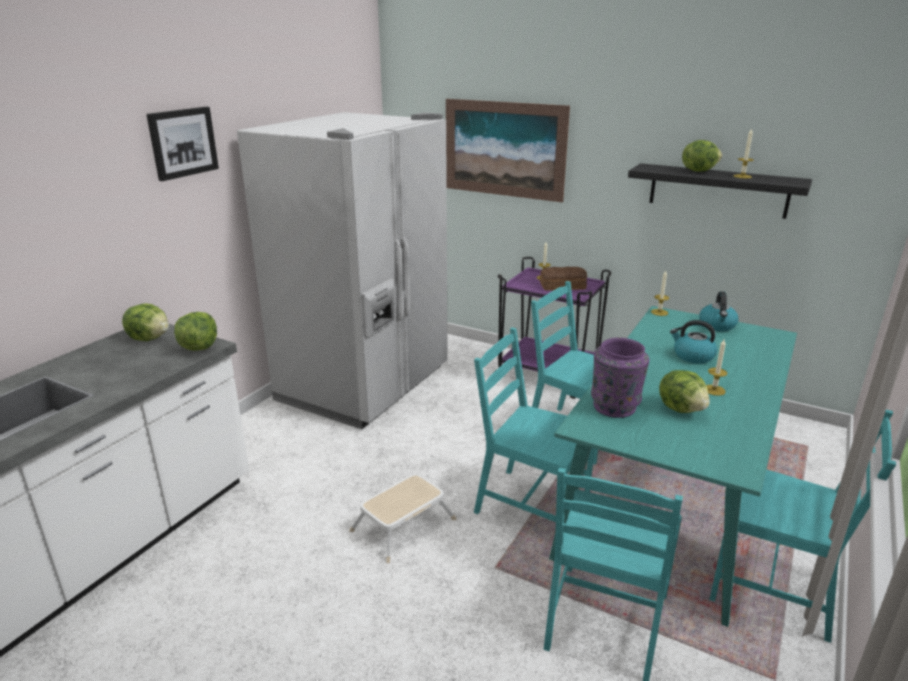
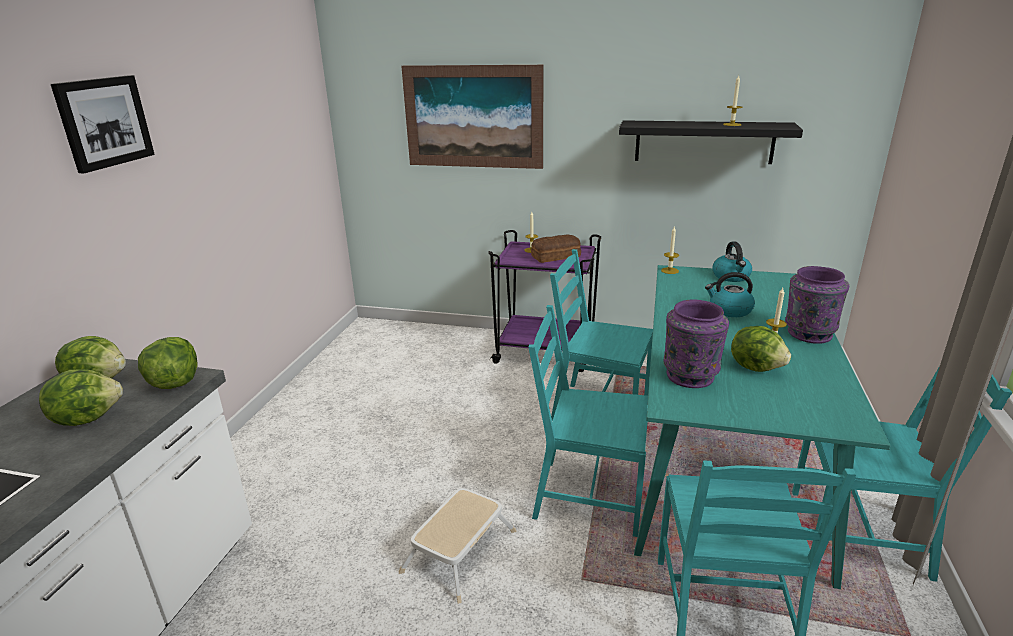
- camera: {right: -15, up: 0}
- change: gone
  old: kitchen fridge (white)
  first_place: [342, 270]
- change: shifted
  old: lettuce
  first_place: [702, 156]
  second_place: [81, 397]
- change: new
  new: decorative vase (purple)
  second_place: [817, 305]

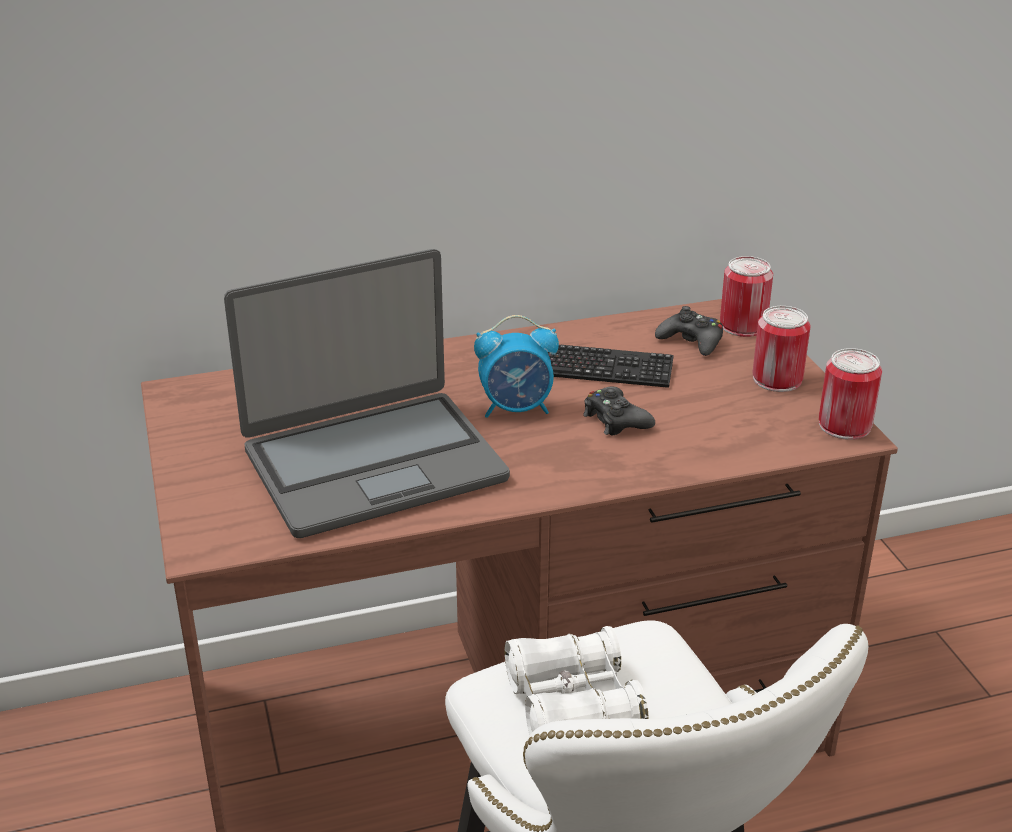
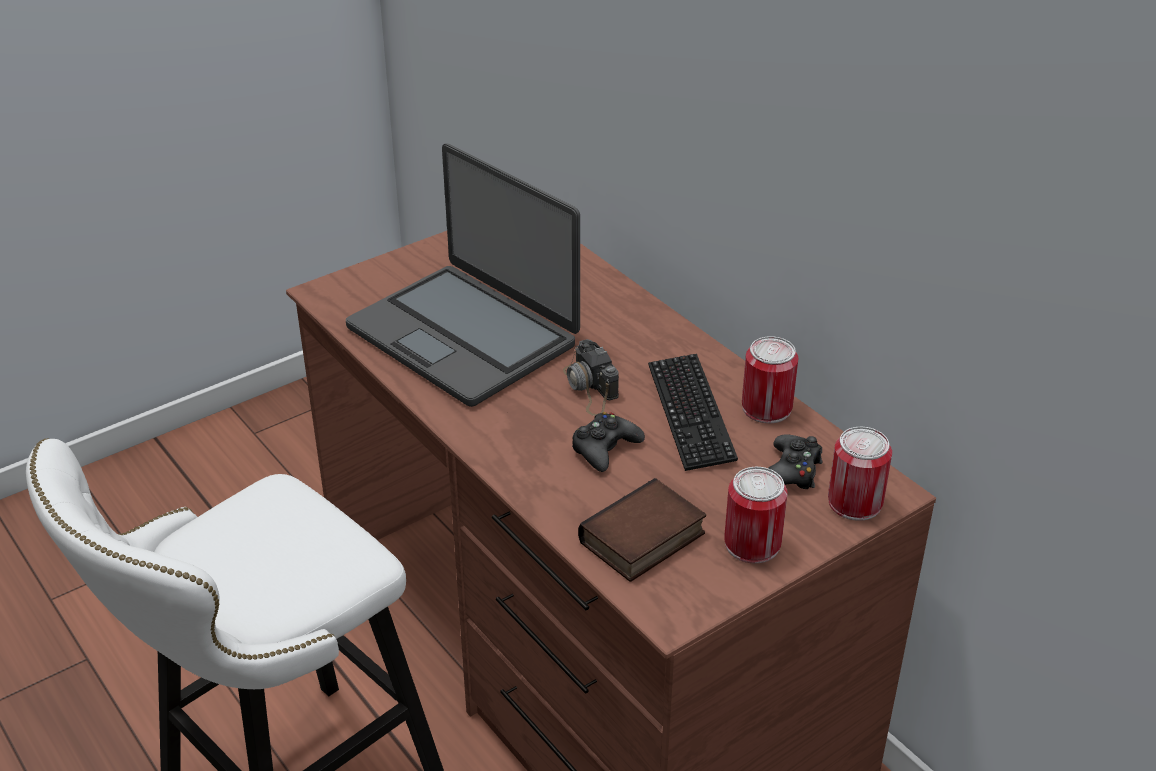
- camera: {right: 70, up: 5}
- change: swapped
  old: bedside clock
  new: still camera
  first_place: [516, 366]
  second_place: [591, 377]
- change: shifted
  old: metal can
  first_place: [850, 394]
  second_place: [770, 379]
- change: gone
  old: binoculars (white)
  first_place: [576, 680]
- change: new
  new: bound book
  second_place: [642, 530]

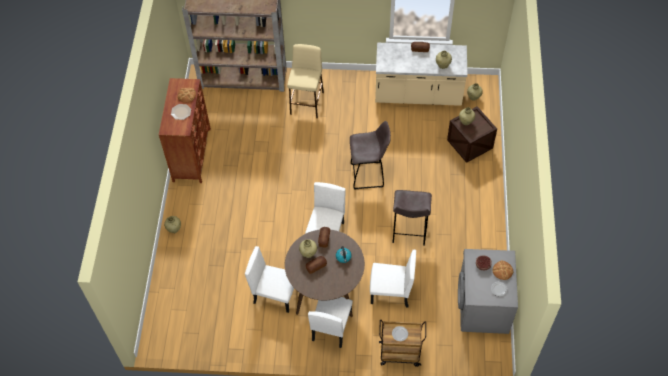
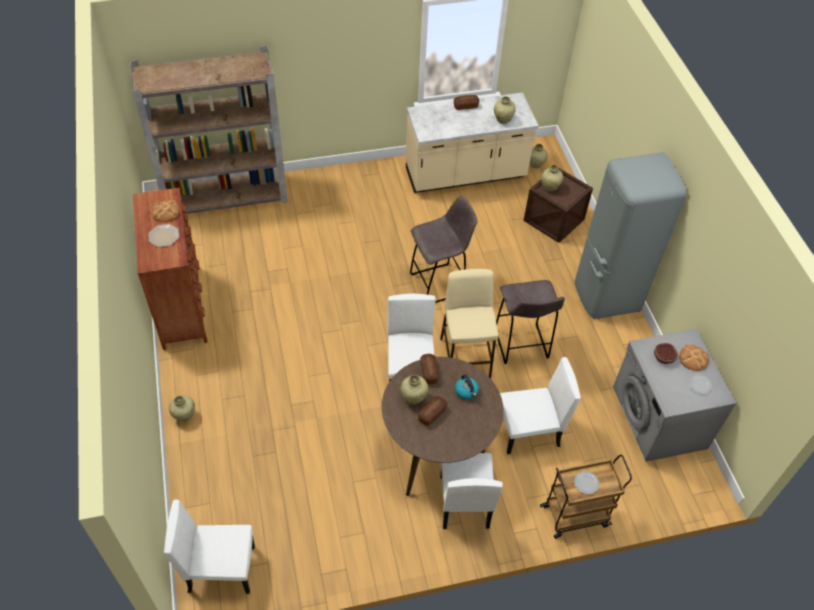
- camera: {right: -20, up: -5}
- change: shifted
  old: sitting stool (beige)
  first_place: [305, 81]
  second_place: [469, 324]
- change: shifted
  old: chair (white)
  first_place: [269, 279]
  second_place: [209, 546]
- change: new
  new: kitchen fridge (gray)
  second_place: [631, 235]

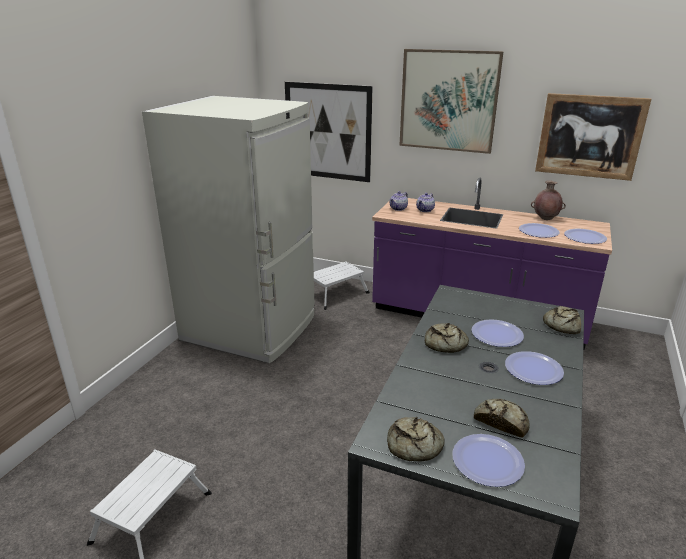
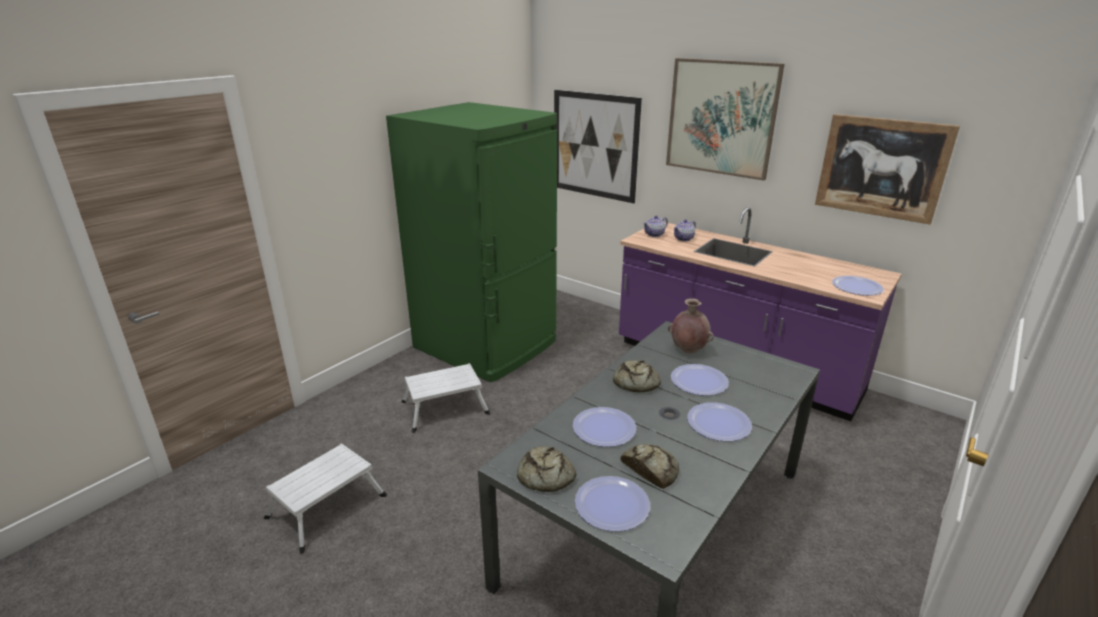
- camera: {right: 15, up: 0}
- change: repainted
  old: kitchen fridge (white)
  new: kitchen fridge (greenish)
  first_place: [228, 229]
  second_place: [471, 242]
- change: shifted
  old: decorative vase (brown)
  first_place: [548, 200]
  second_place: [691, 325]
- change: shifted
  old: dinner plate
  first_place: [539, 230]
  second_place: [604, 427]
- change: shifted
  old: stepladder (white)
  first_place: [342, 285]
  second_place: [446, 398]
- change: gone
  old: bakery bread
  first_place: [562, 320]

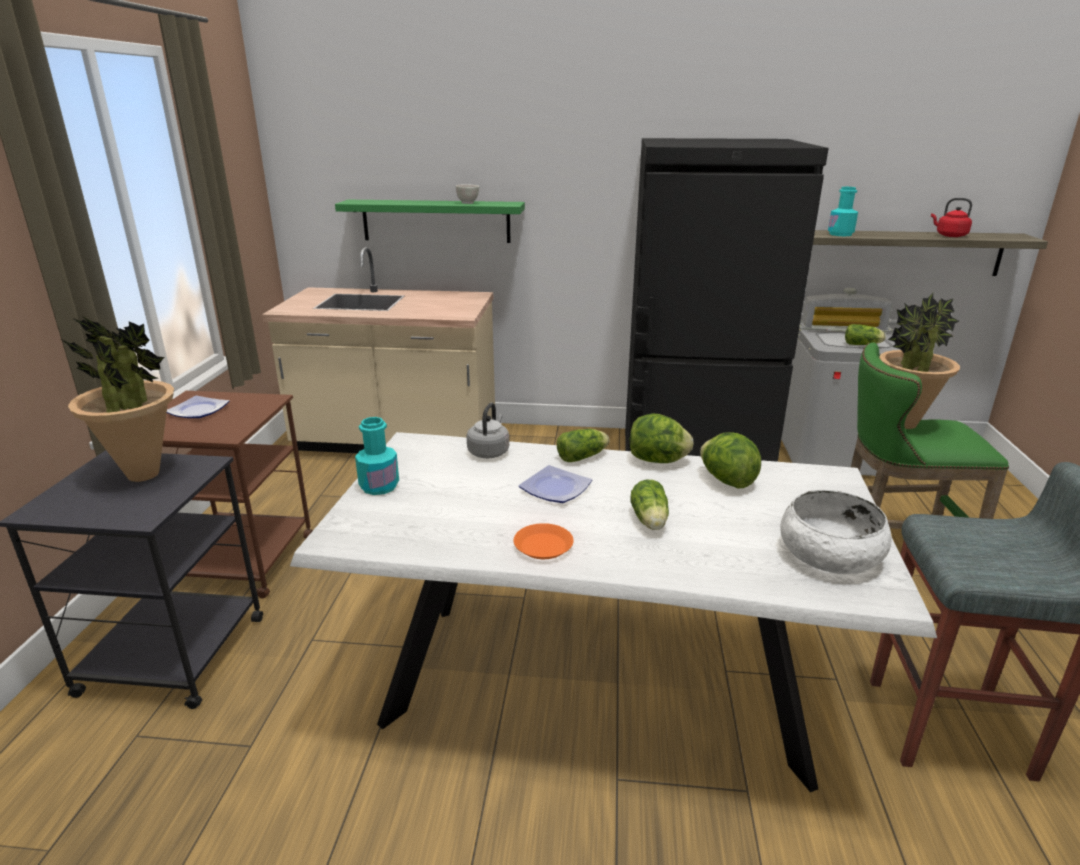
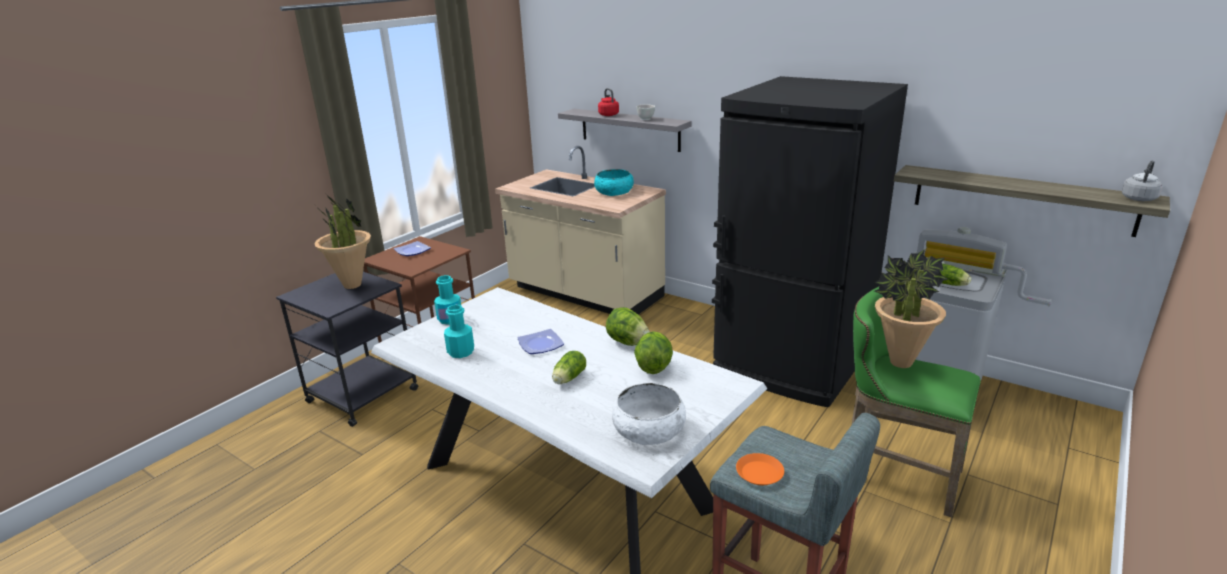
- camera: {right: 30, up: 0}
- change: shifted
  old: drink bottle (turquoise-coloured)
  first_place: [843, 211]
  second_place: [459, 331]
- change: shifted
  old: water kettle (red-coloured)
  first_place: [951, 217]
  second_place: [608, 102]
- change: repainted
  old: bracket shelf (greenish)
  new: bracket shelf (gray)
  first_place: [430, 221]
  second_place: [625, 130]
- change: shifted
  old: water kettle (gray)
  first_place: [488, 430]
  second_place: [1142, 180]
- change: gone
  old: lettuce
  first_place: [583, 445]
- change: shifted
  old: dinner plate (orangey)
  first_place: [544, 541]
  second_place: [760, 469]
- change: new
  new: serving bowl (turquoise-coloured)
  second_place: [614, 182]

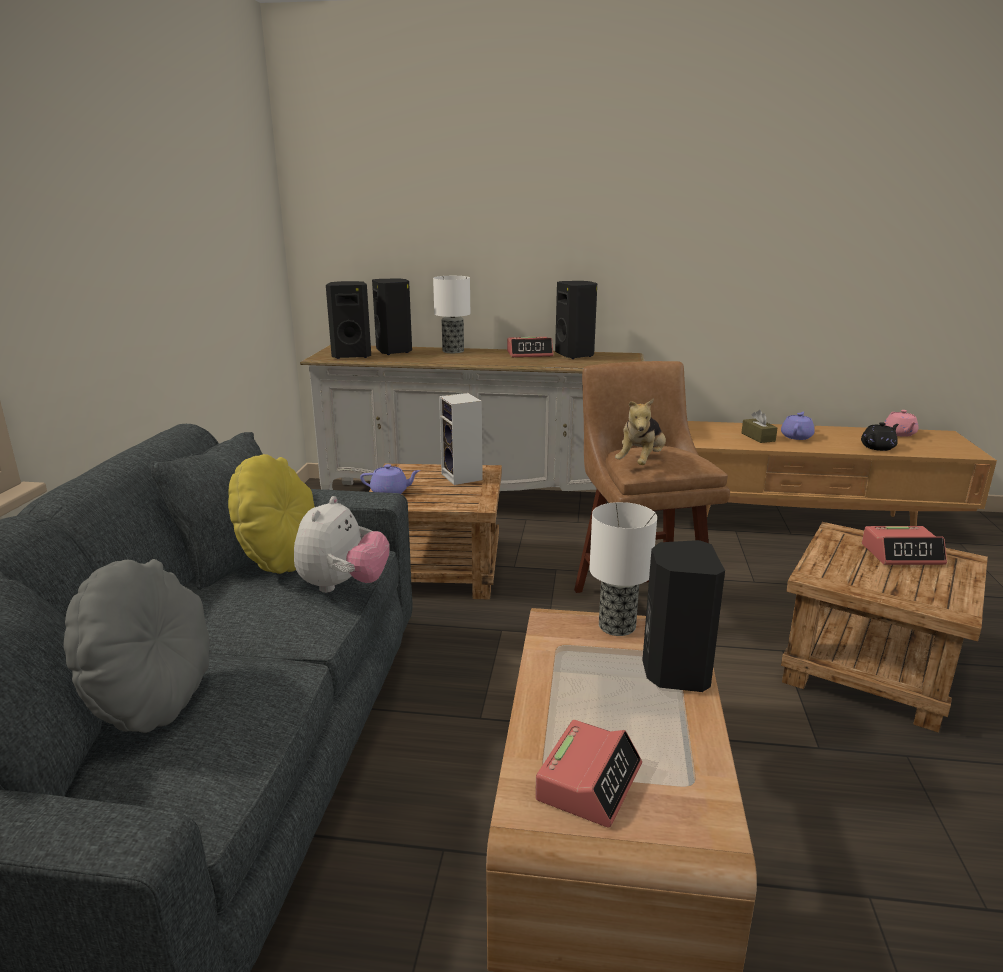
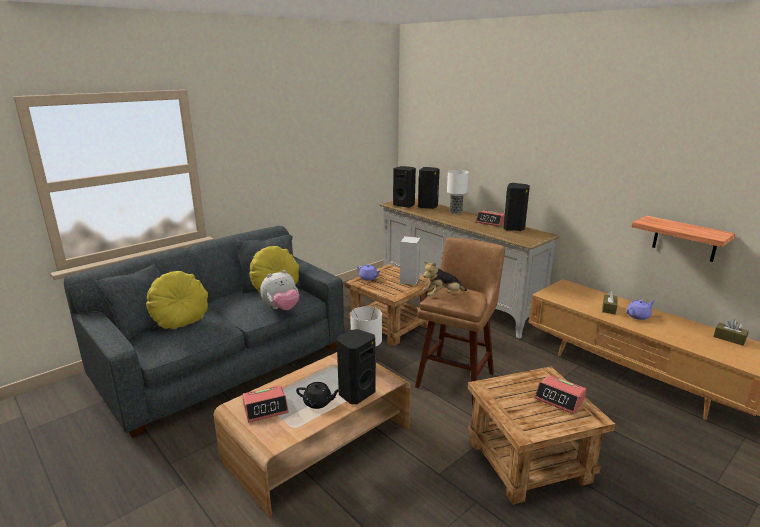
- camera: {right: 40, up: 0}
- change: swapped
  old: tea pot (pink-coloured)
  new: box of tissues (brown)
  first_place: [901, 423]
  second_place: [731, 332]
- change: shifted
  old: tea pot (black)
  first_place: [880, 436]
  second_place: [318, 395]
- change: repainted
  old: throw pillow (gray)
  new: throw pillow (yellowish)
  first_place: [137, 646]
  second_place: [177, 300]
- change: new
  new: bracket shelf
  second_place: [683, 239]

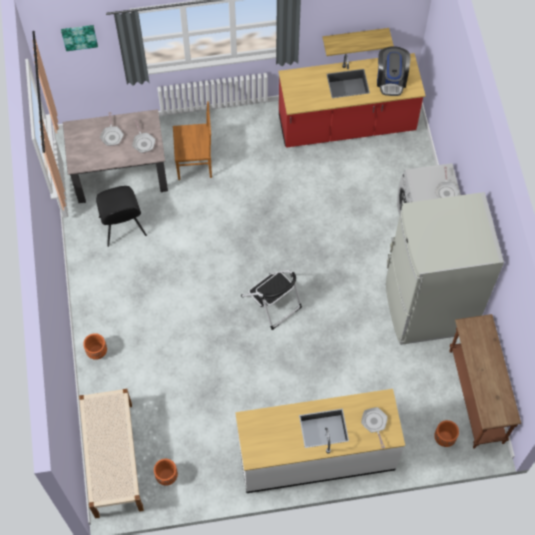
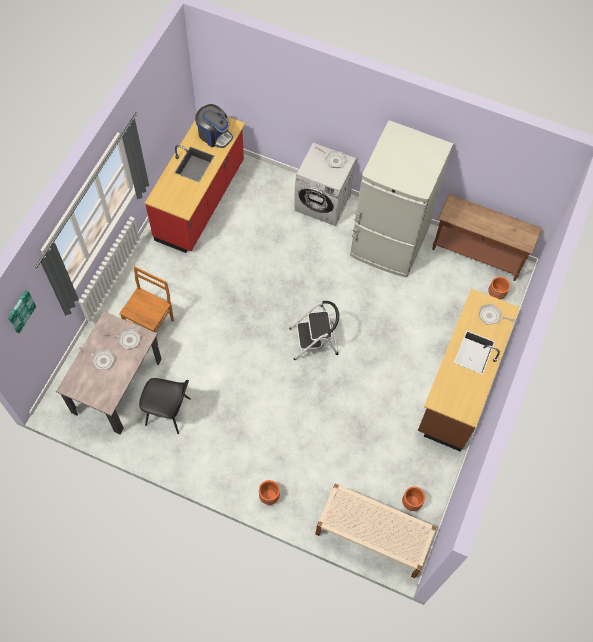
- camera: {right: -60, up: 0}
- change: gone
  old: bracket shelf
  first_place: [358, 42]
- change: repainted
  old: kitchen counter (white)
  new: kitchen counter (brown)
  first_place: [320, 441]
  second_place: [469, 370]

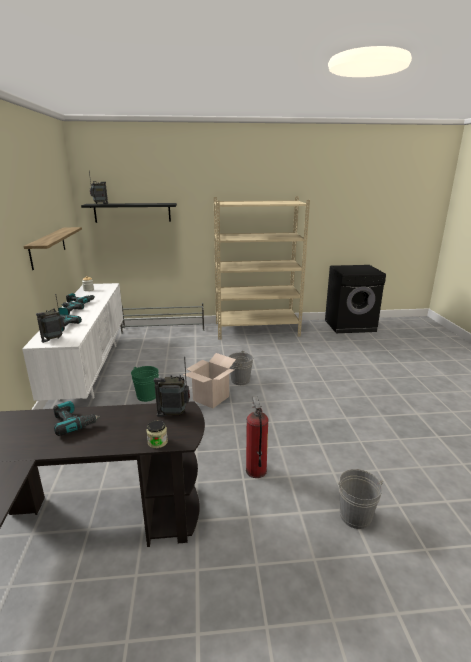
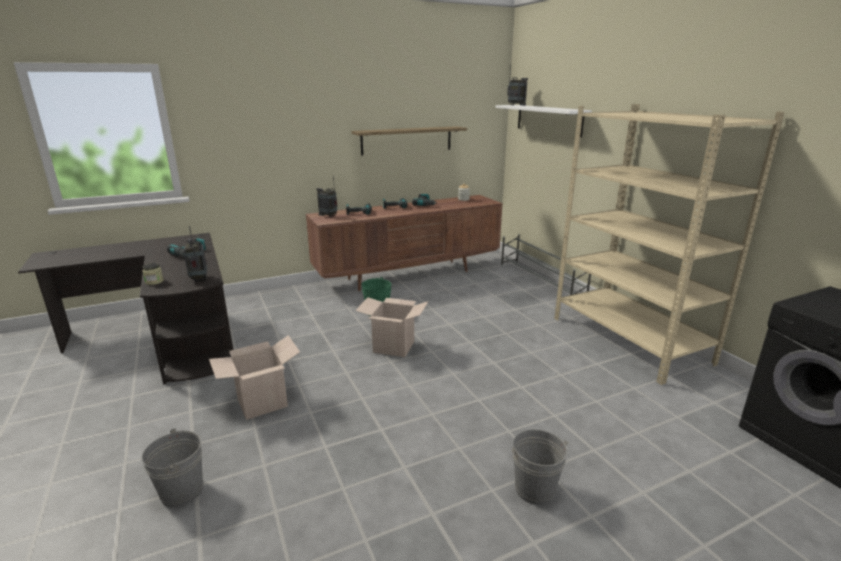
- camera: {right: 70, up: 0}
- change: repainted
  old: bracket shelf (black)
  new: bracket shelf (white)
  first_place: [129, 213]
  second_place: [543, 121]
- change: repainted
  old: cabinet (white)
  new: cabinet (brown)
  first_place: [72, 342]
  second_place: [404, 243]
- change: shifted
  old: pail (gray)
  first_place: [241, 368]
  second_place: [541, 467]
- change: swapped
  old: extinguisher
  new: cardboard box
  first_place: [257, 437]
  second_place: [254, 377]

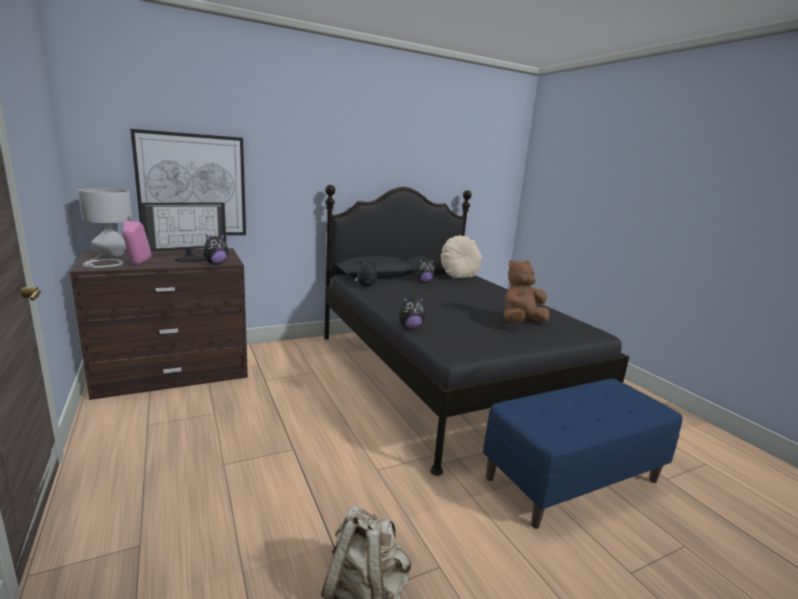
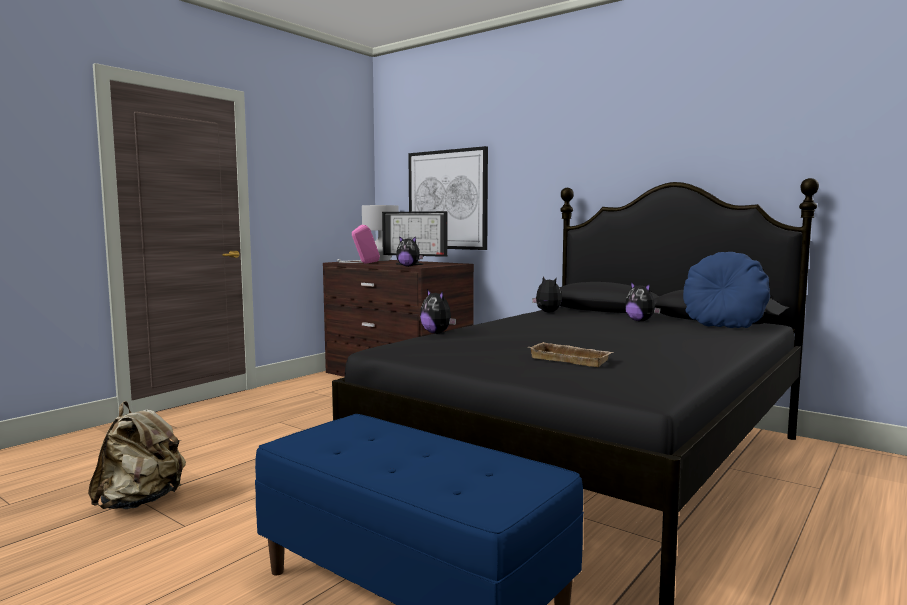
- camera: {right: 65, up: -10}
- change: repainted
  old: throw pillow (beige)
  new: throw pillow (bluish)
  first_place: [461, 257]
  second_place: [726, 290]
- change: swapped
  old: plush toy (brown)
  new: carrying tray (beige)
  first_place: [526, 291]
  second_place: [571, 354]

